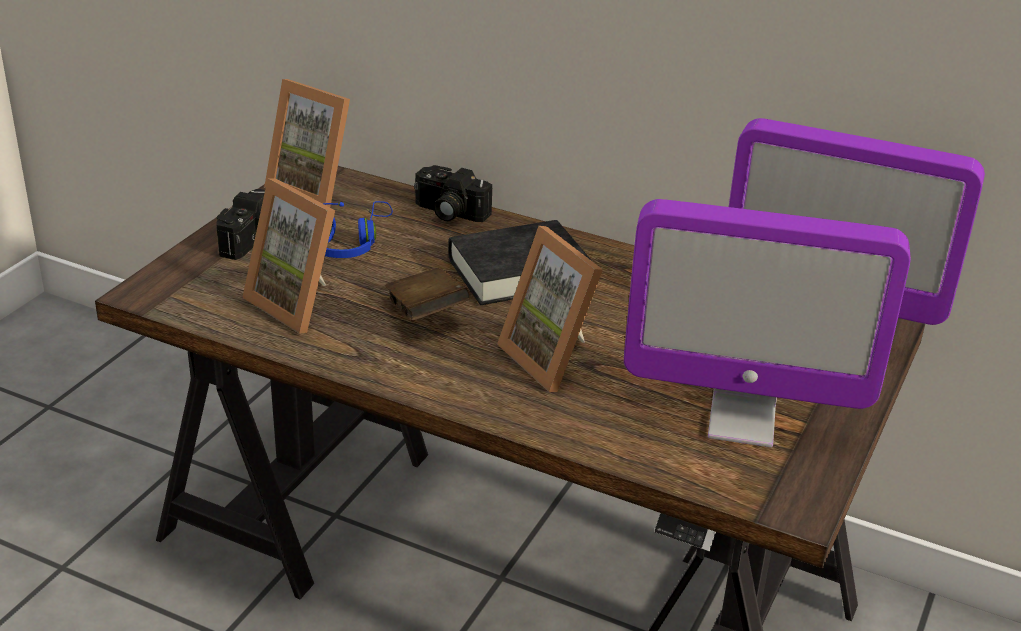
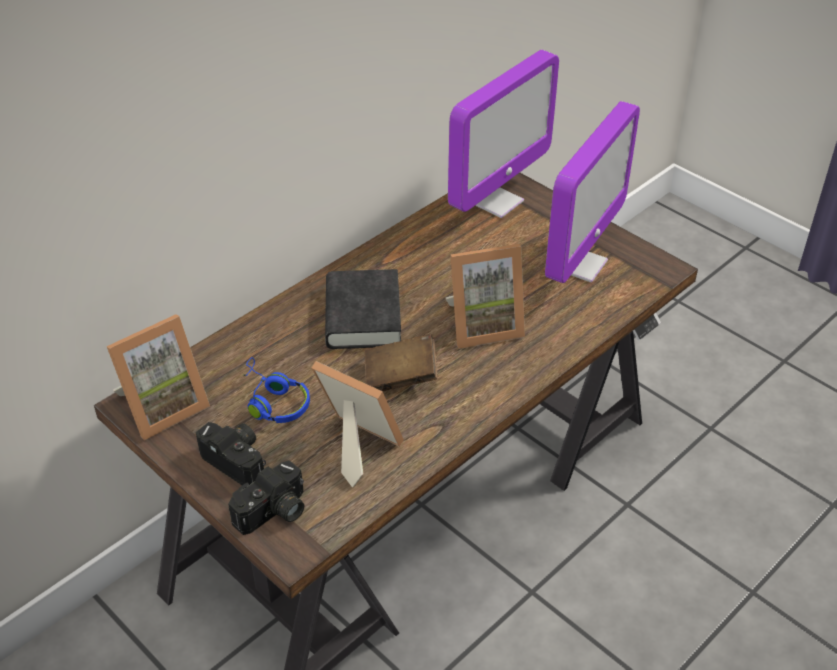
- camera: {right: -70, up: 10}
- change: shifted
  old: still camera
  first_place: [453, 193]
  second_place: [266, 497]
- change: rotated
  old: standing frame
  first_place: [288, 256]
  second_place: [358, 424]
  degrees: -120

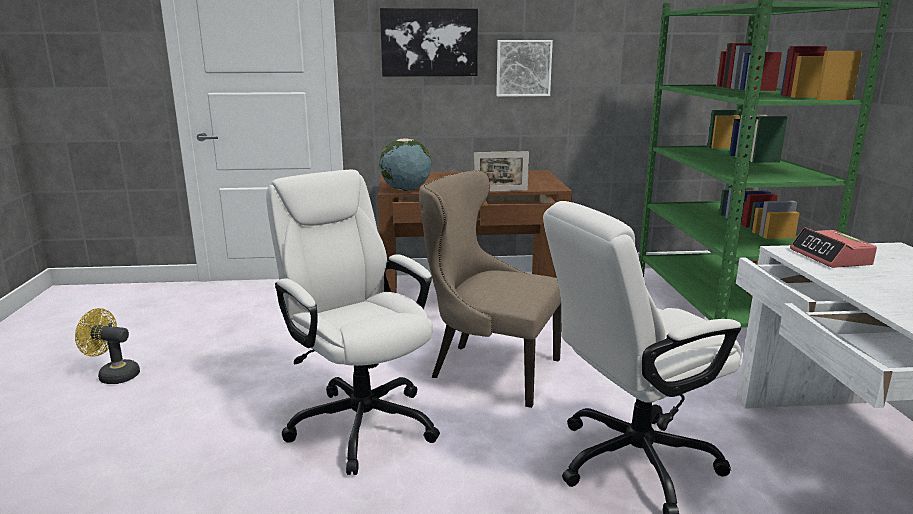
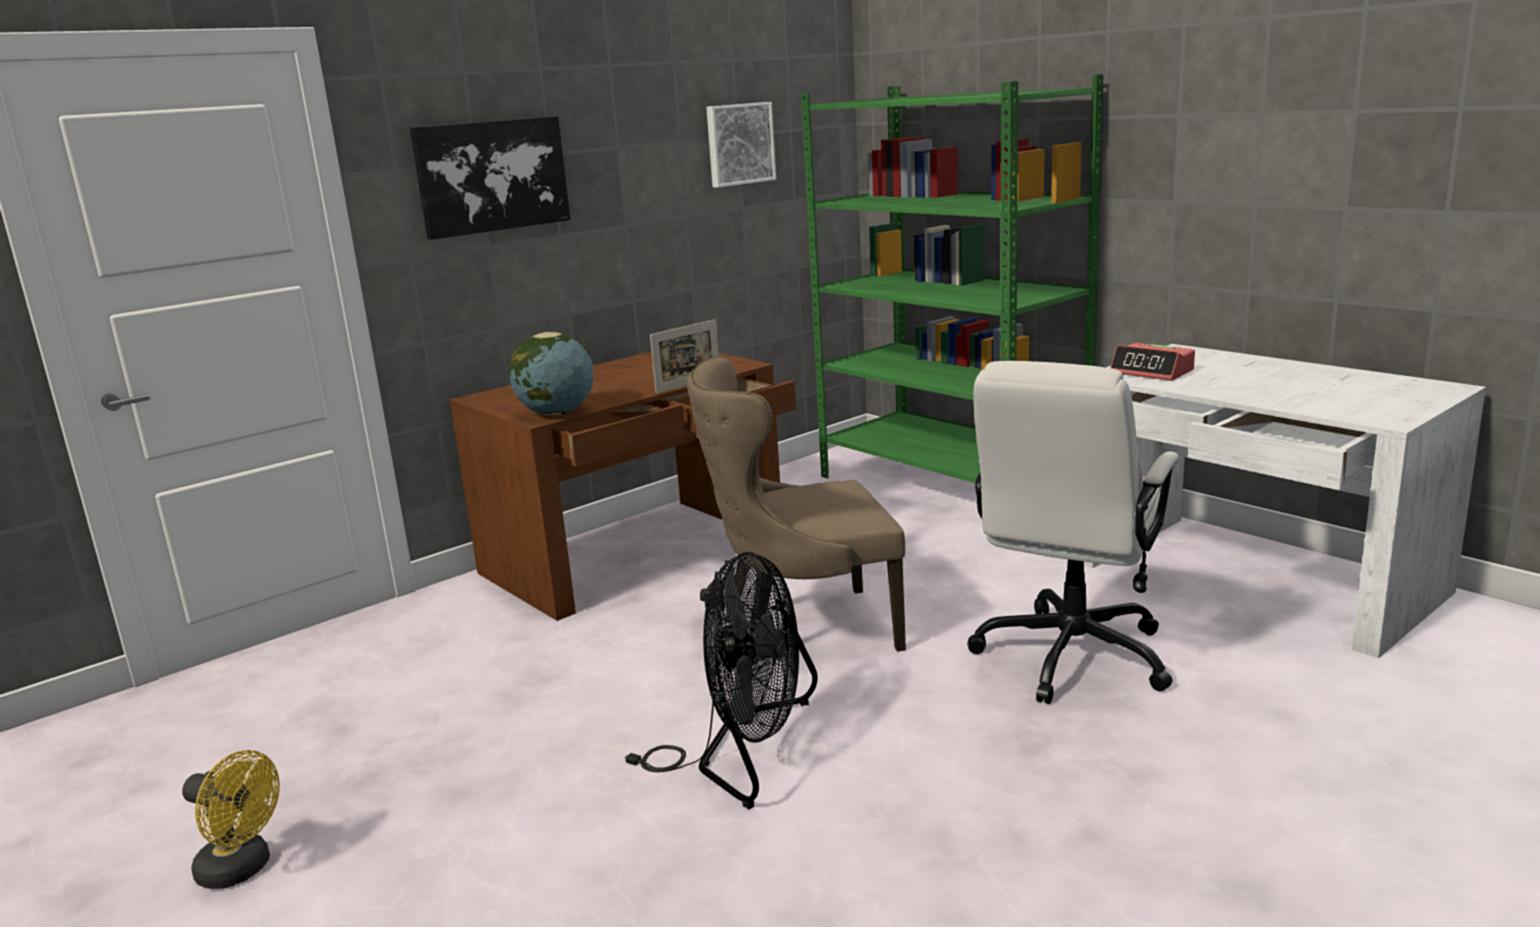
- camera: {right: -35, up: 0}
- change: shifted
  old: wall art
  first_place: [524, 68]
  second_place: [741, 145]
- change: swapped
  old: computer chair (white)
  new: fan (black)
  first_place: [353, 322]
  second_place: [721, 681]
- change: rotated
  old: fan (yellowish)
  first_place: [107, 346]
  second_place: [231, 819]
  degrees: -135

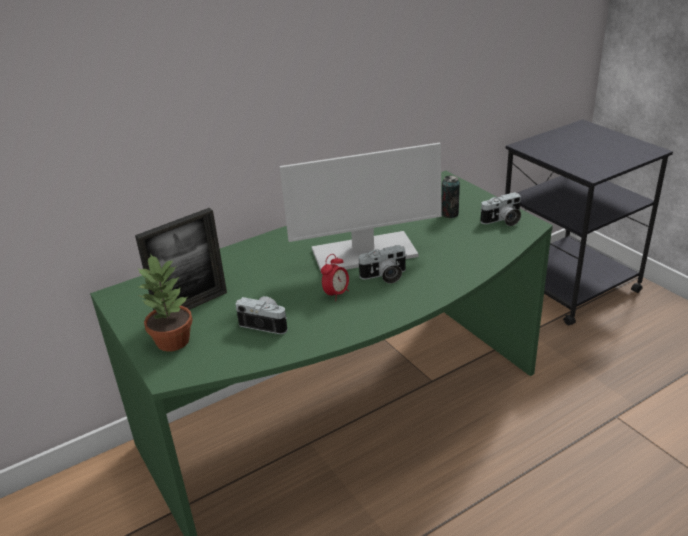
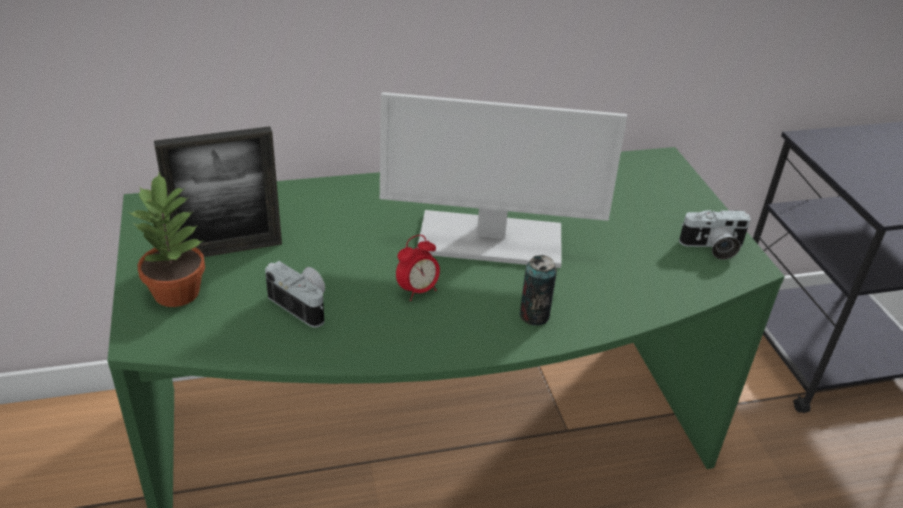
- camera: {right: 15, up: 5}
- change: shifted
  old: metal can
  first_place: [450, 196]
  second_place: [538, 290]
- change: gone
  old: still camera
  first_place: [382, 264]

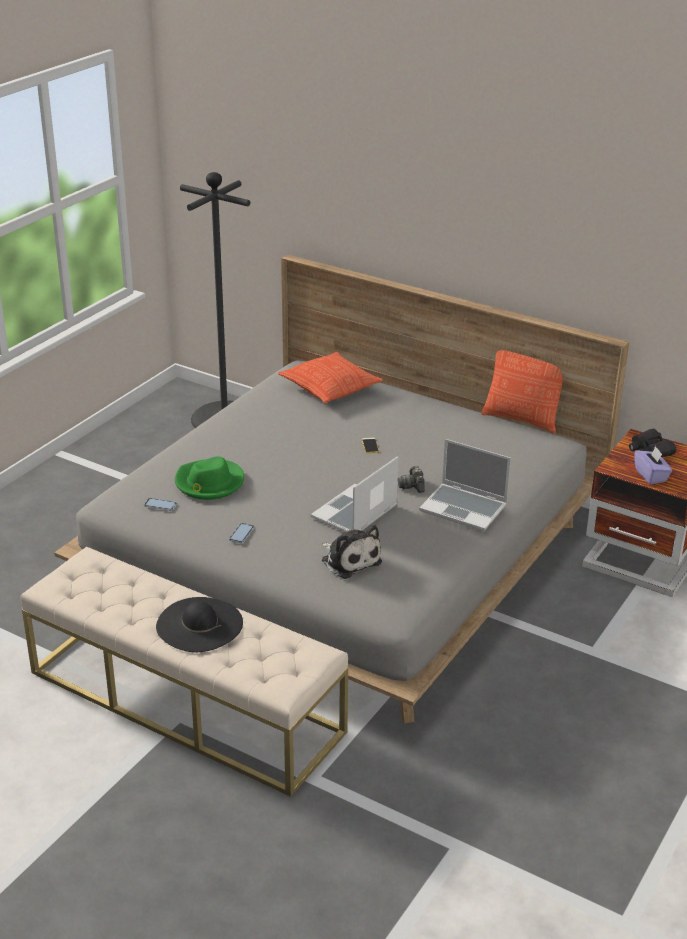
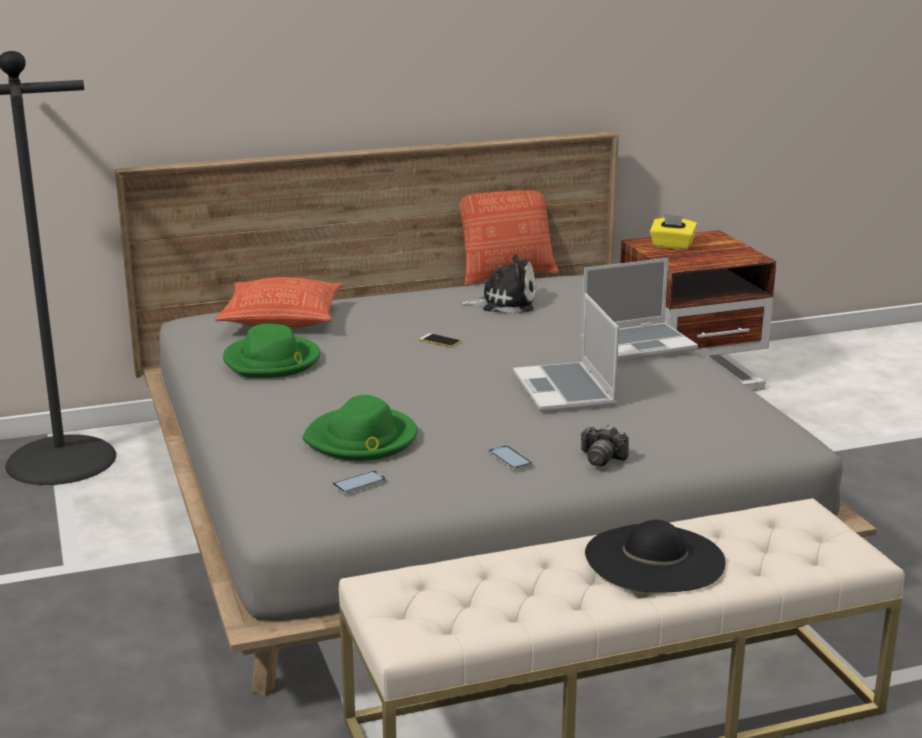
- camera: {right: -50, up: -10}
- change: swapped
  old: binoculars (black)
  new: box of tissues (yellowish)
  first_place: [652, 443]
  second_place: [673, 232]
- change: gone
  old: box of tissues (purple)
  first_place: [653, 465]
- change: shifted
  old: still camera
  first_place: [411, 479]
  second_place: [605, 445]
- change: shifted
  old: plush toy
  first_place: [352, 552]
  second_place: [498, 284]
- change: new
  new: wearable hat (greenish)
  second_place: [272, 351]

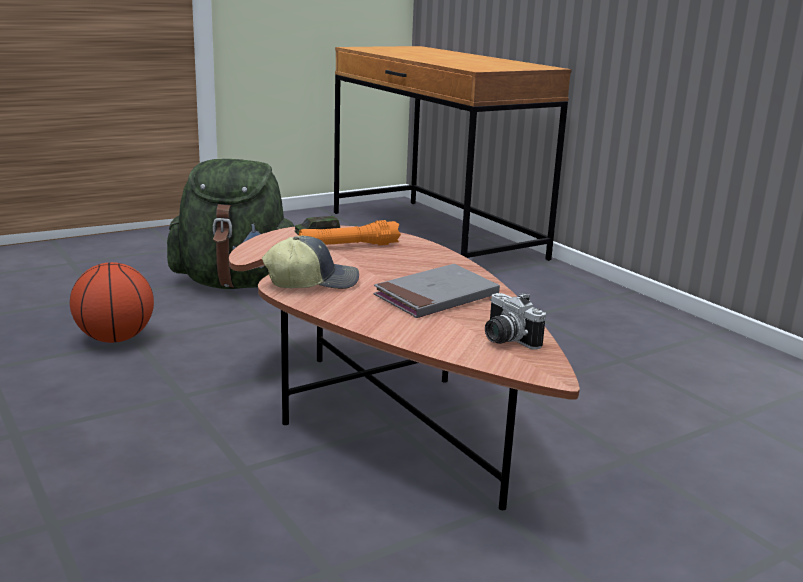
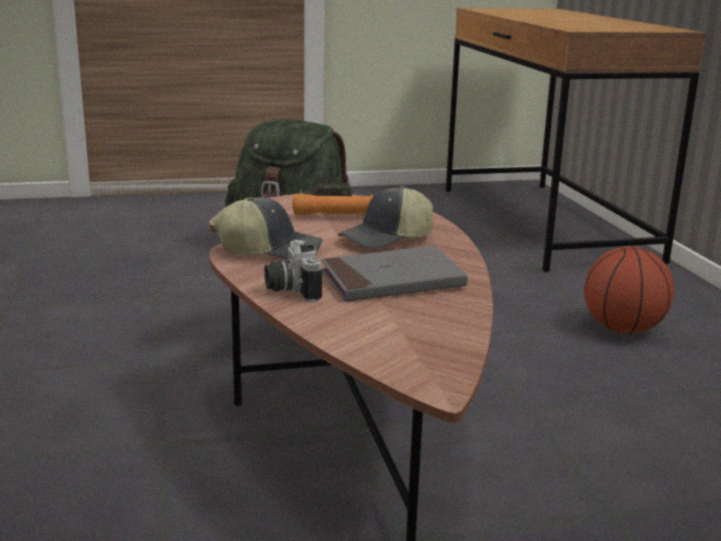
- camera: {right: 20, up: 0}
- change: shifted
  old: basketball
  first_place: [112, 302]
  second_place: [629, 290]
- change: shifted
  old: still camera
  first_place: [515, 321]
  second_place: [293, 271]
- change: new
  new: peaked cap
  second_place: [385, 217]

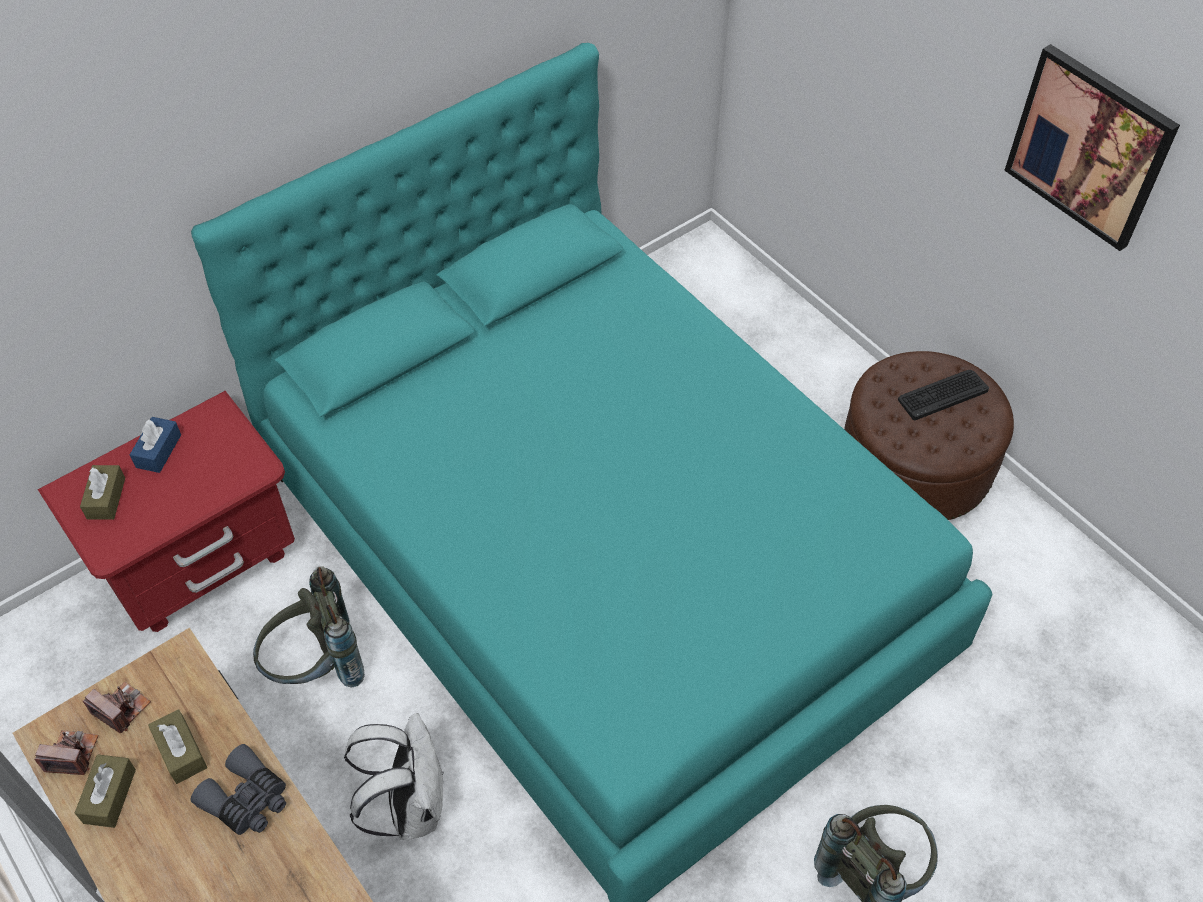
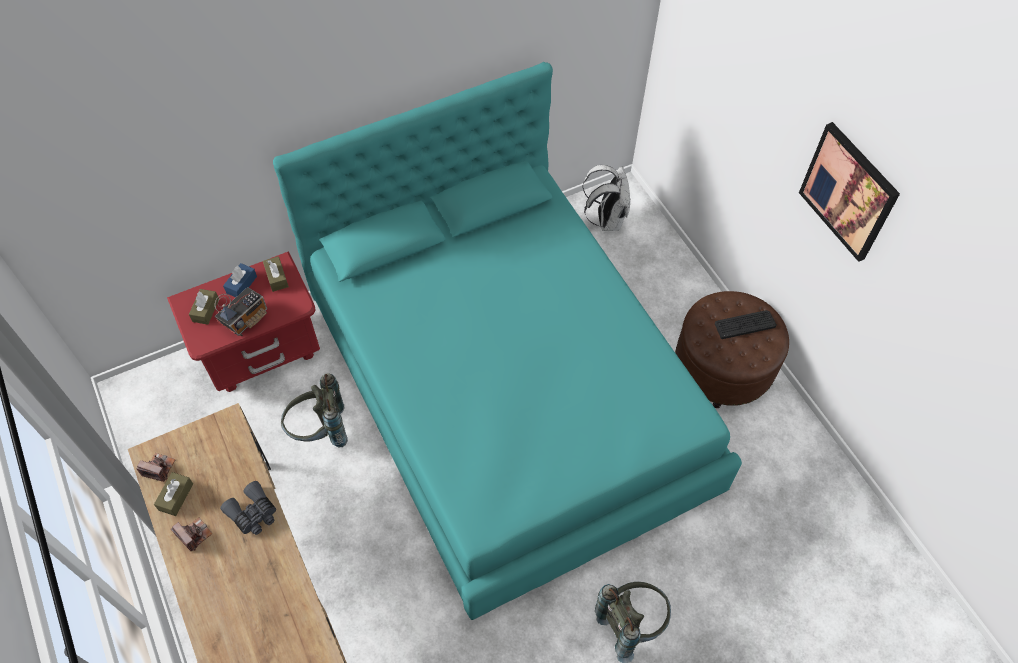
- camera: {right: 10, up: 5}
- change: shifted
  old: still camera
  first_place: [116, 707]
  second_place: [191, 534]
- change: shifted
  old: box of tissues (brown)
  first_place: [177, 746]
  second_place: [276, 274]
- change: shifted
  old: knapsack (white)
  first_place: [394, 776]
  second_place: [606, 198]
- change: new
  new: radio receiver
  second_place: [241, 311]

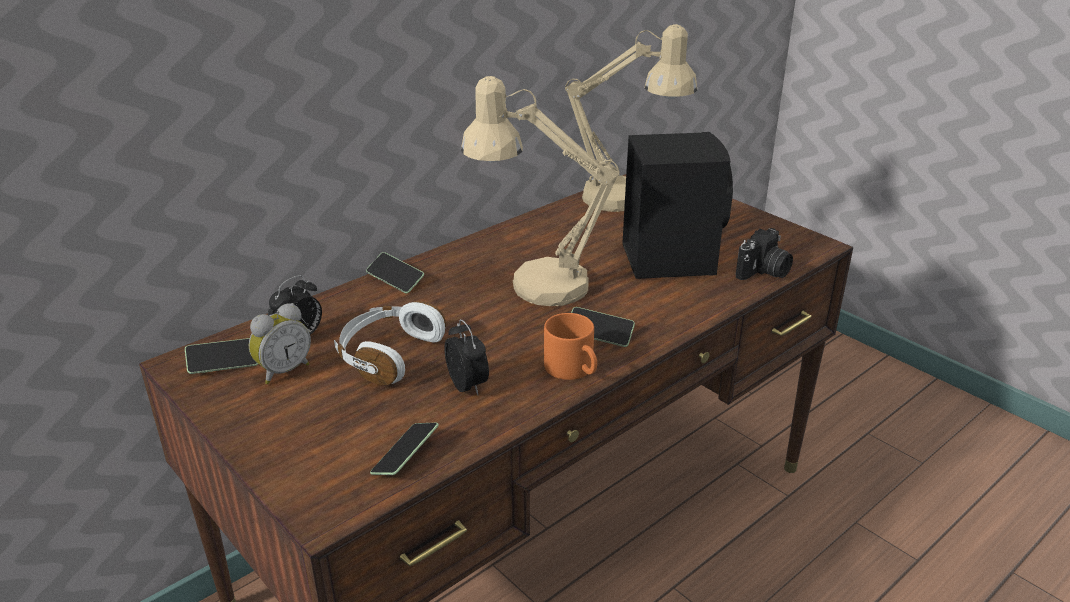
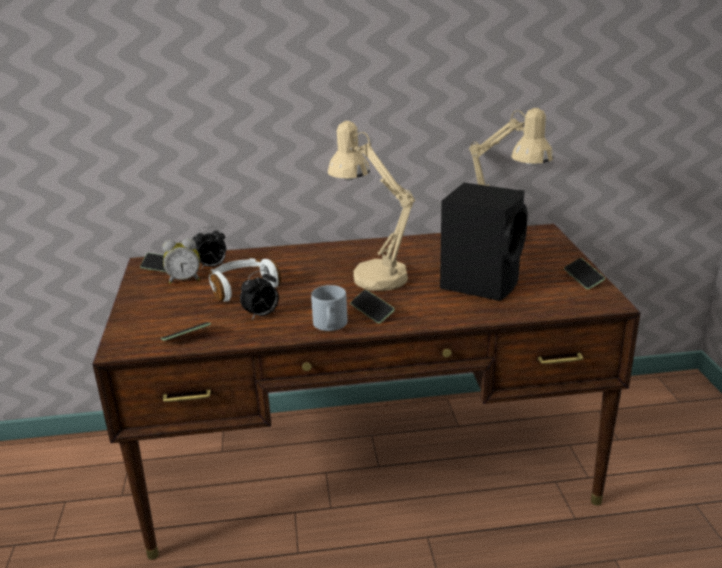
- camera: {right: 35, up: -5}
- change: gone
  old: still camera
  first_place: [764, 254]
- change: shifted
  old: telephone
  first_place: [395, 272]
  second_place: [584, 273]
- change: repainted
  old: coffee mug (orangey)
  new: coffee mug (gray)
  first_place: [570, 346]
  second_place: [329, 308]
- change: rotated
  old: bedside clock
  first_place: [466, 357]
  second_place: [259, 295]
  degrees: 45

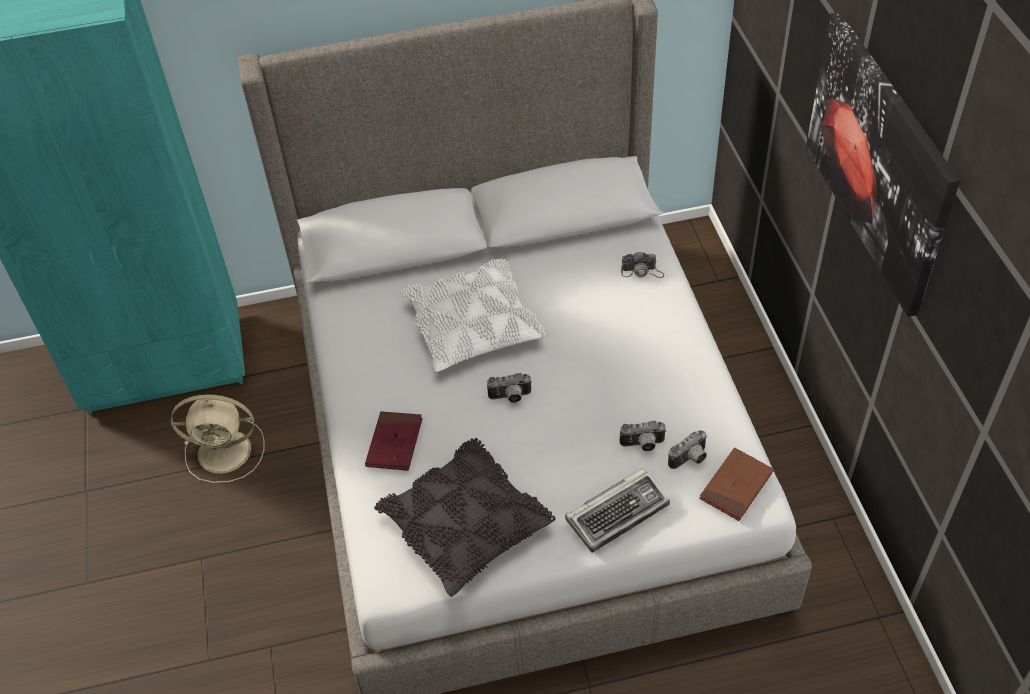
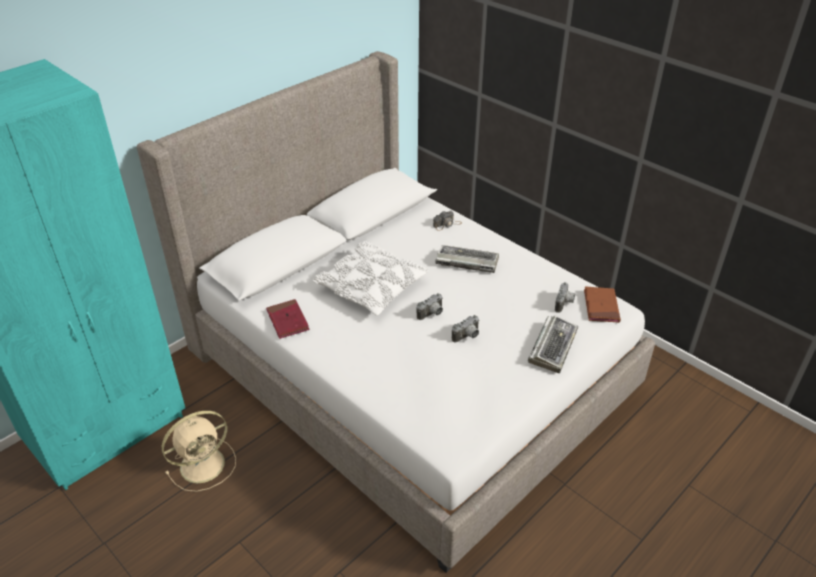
- camera: {right: -35, up: -10}
- change: gone
  old: wall art
  first_place: [883, 164]
- change: shifted
  old: bound book (red-coloured)
  first_place: [394, 441]
  second_place: [287, 319]
- change: shifted
  old: still camera
  first_place: [643, 436]
  second_place: [465, 328]
- change: gone
  old: throw pillow (black)
  first_place: [464, 517]
- change: new
  new: keyboard
  second_place: [467, 259]

